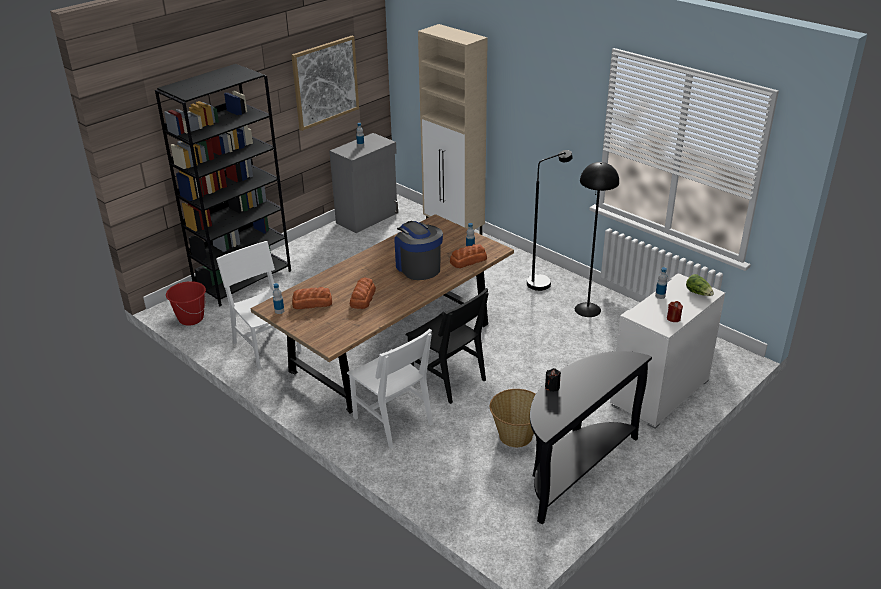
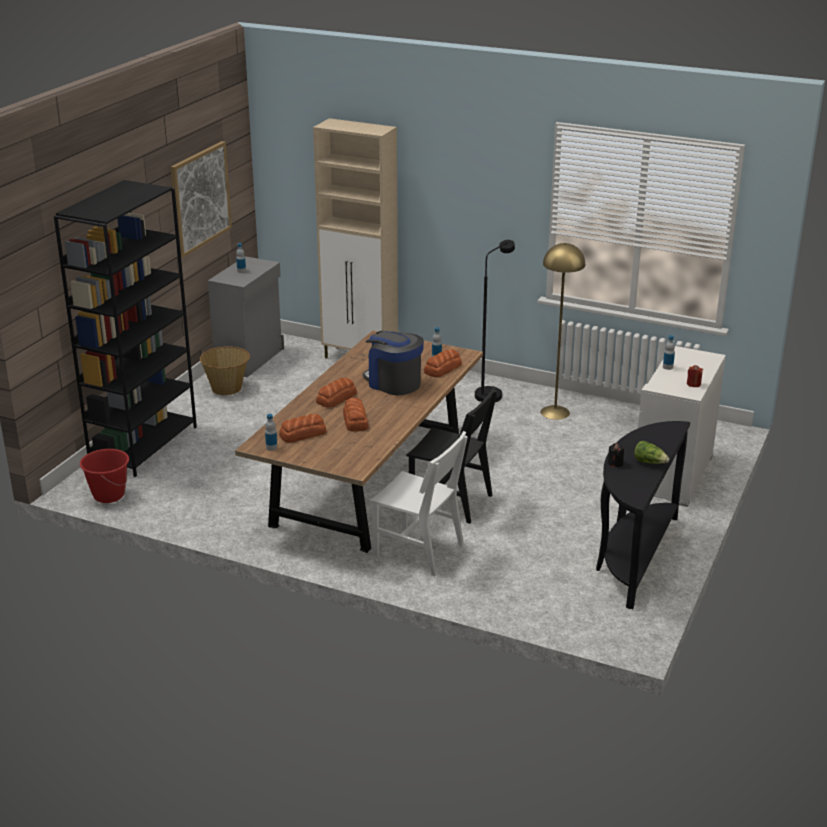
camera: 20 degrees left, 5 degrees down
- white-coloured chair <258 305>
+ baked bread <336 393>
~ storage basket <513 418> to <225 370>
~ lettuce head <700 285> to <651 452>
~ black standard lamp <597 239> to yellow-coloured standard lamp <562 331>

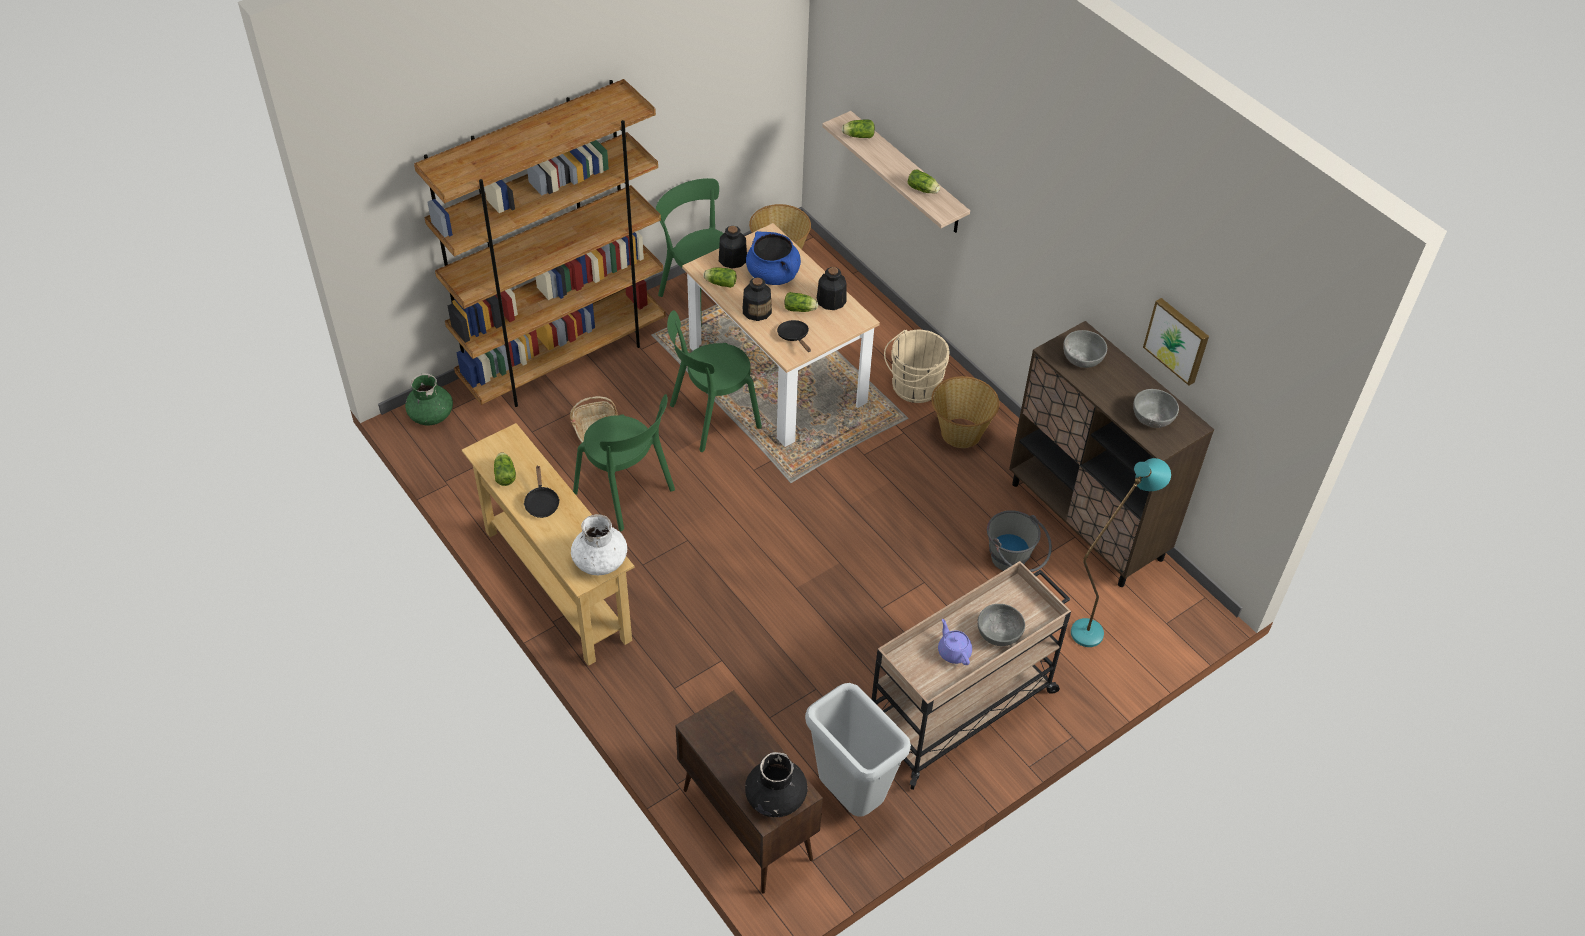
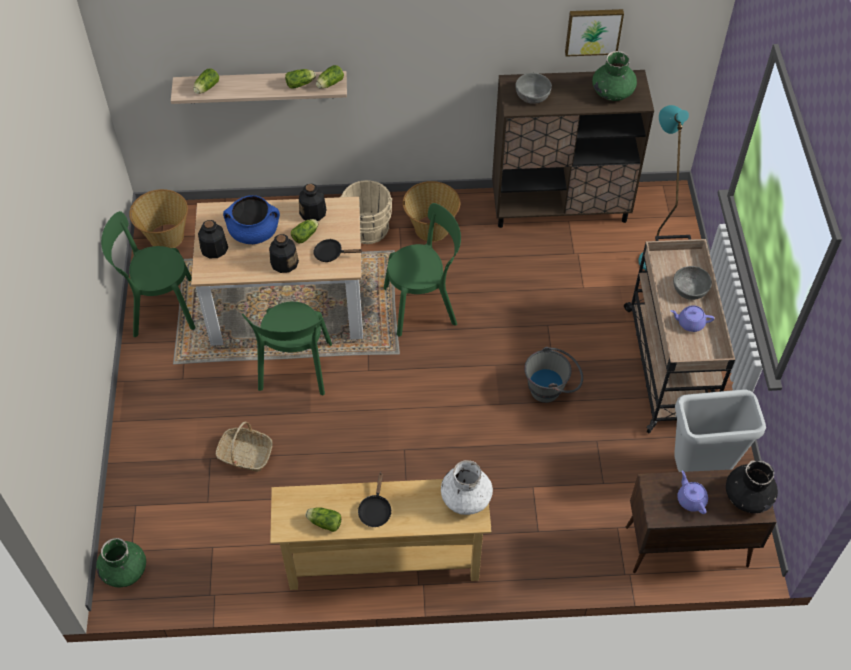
camera: 55 degrees left, 5 degrees up
- brown bookshelf <540 243>
+ purplish pot for tea <692 492>
~ greenish chair <624 462> to <422 270>
~ lettuce head <720 277> to <330 77>
~ greyish pail <1019 541> to <553 375>
~ greyish bowl <1156 408> to greenish decorative vase <614 76>
~ black pan <542 491> = <375 500> 75 degrees clockwise

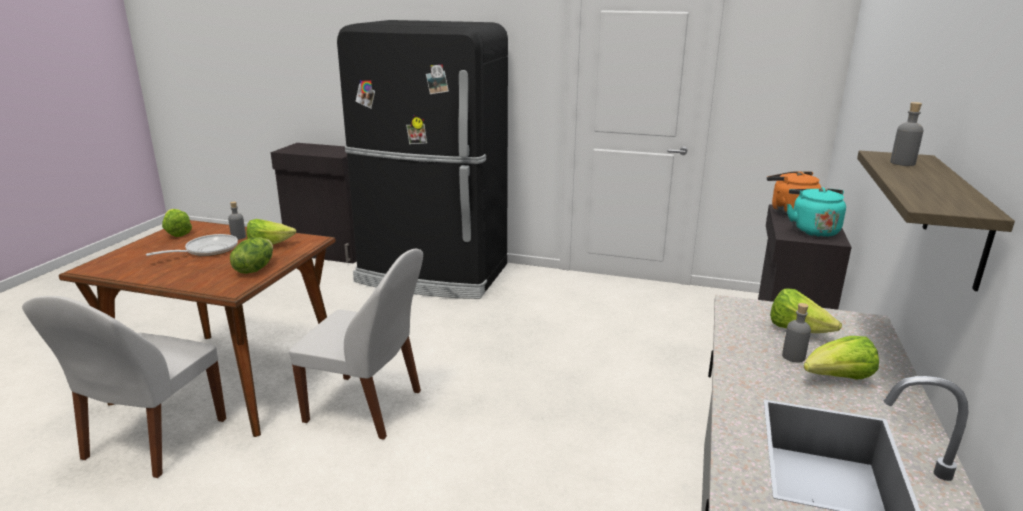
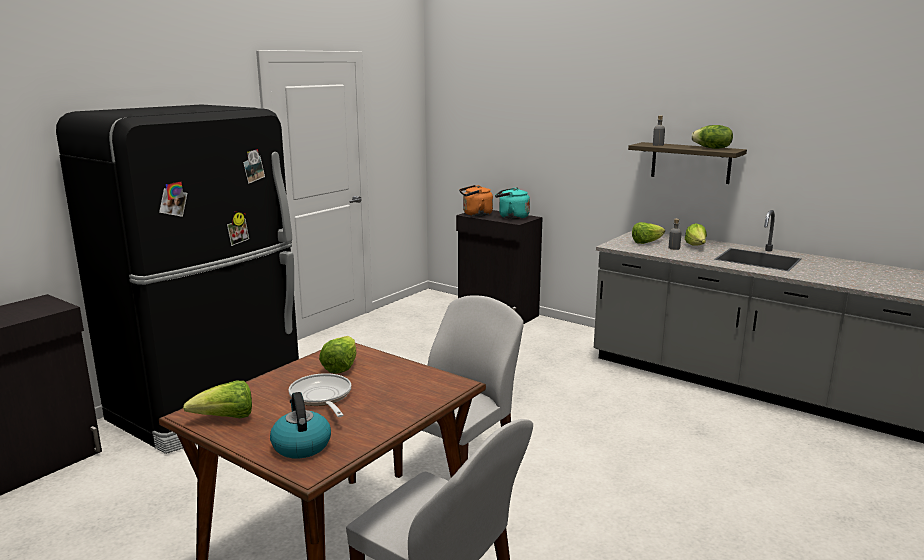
camera: 70 degrees left, 5 degrees down
- greyish beverage bottle <237 220>
+ water kettle <300 425>
~ lettuce head <251 255> to <712 137>

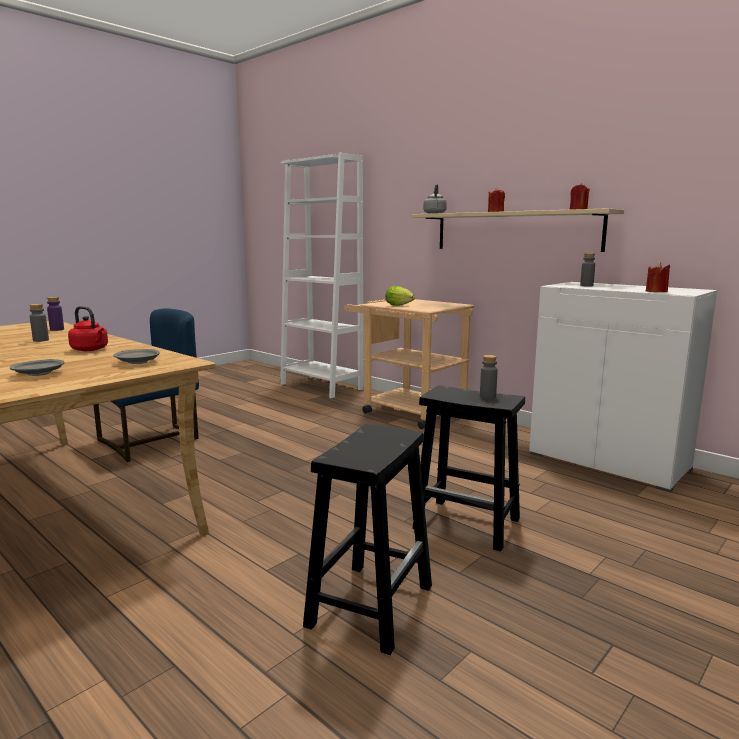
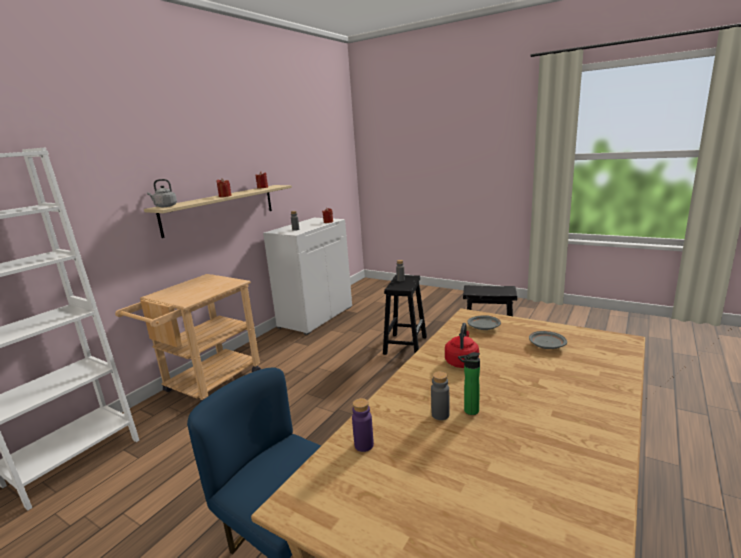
camera: 100 degrees left, 5 degrees up
- lettuce head <400 296>
+ beverage bottle <469 383>

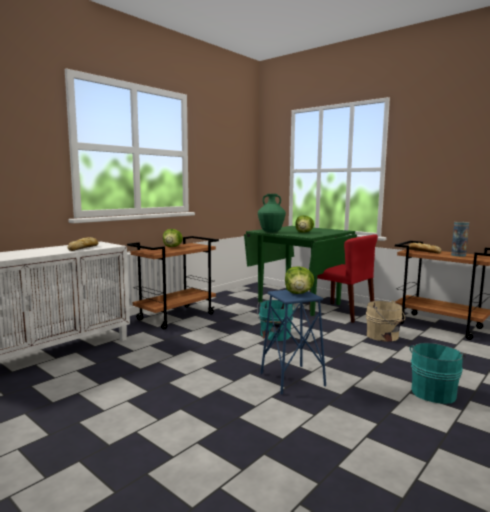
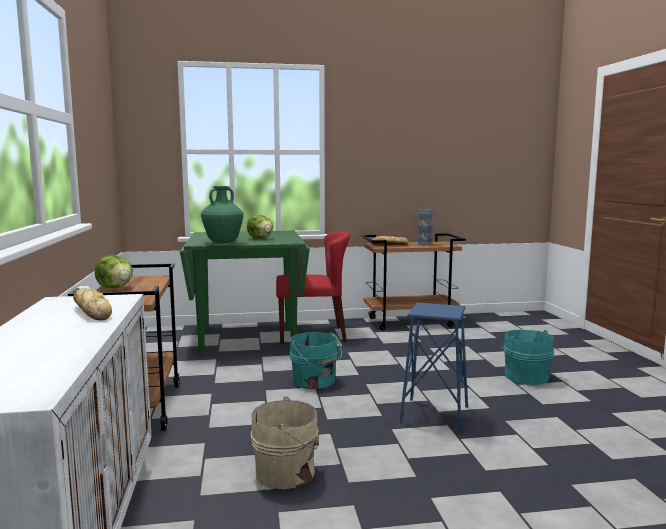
camera: 50 degrees left, 0 degrees up
- lettuce head <299 280>
~ sand-coloured pail <385 321> to <285 443>

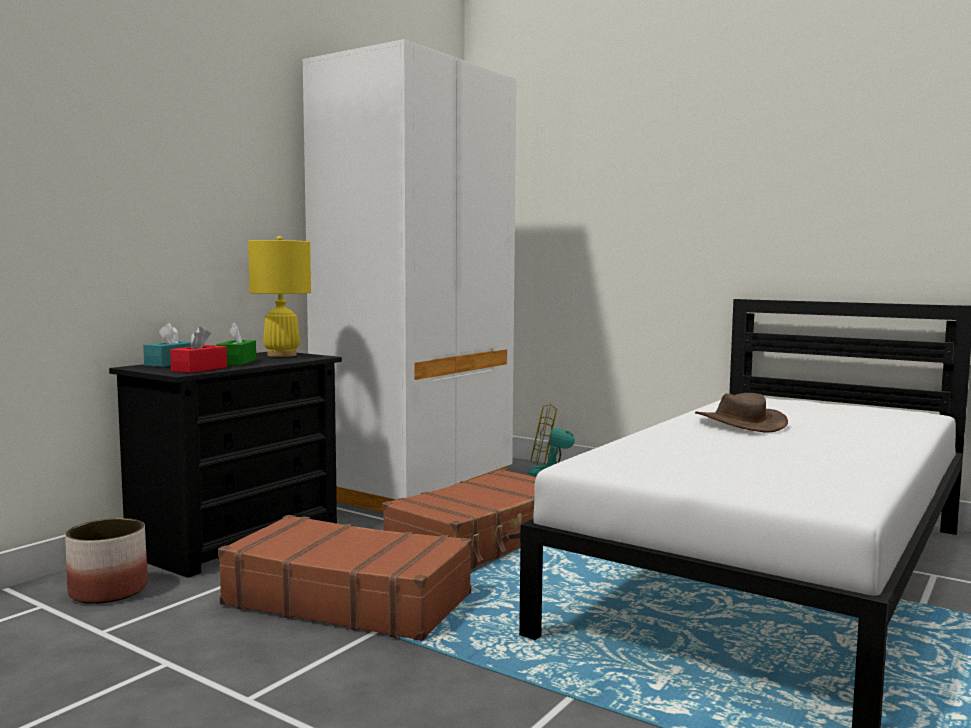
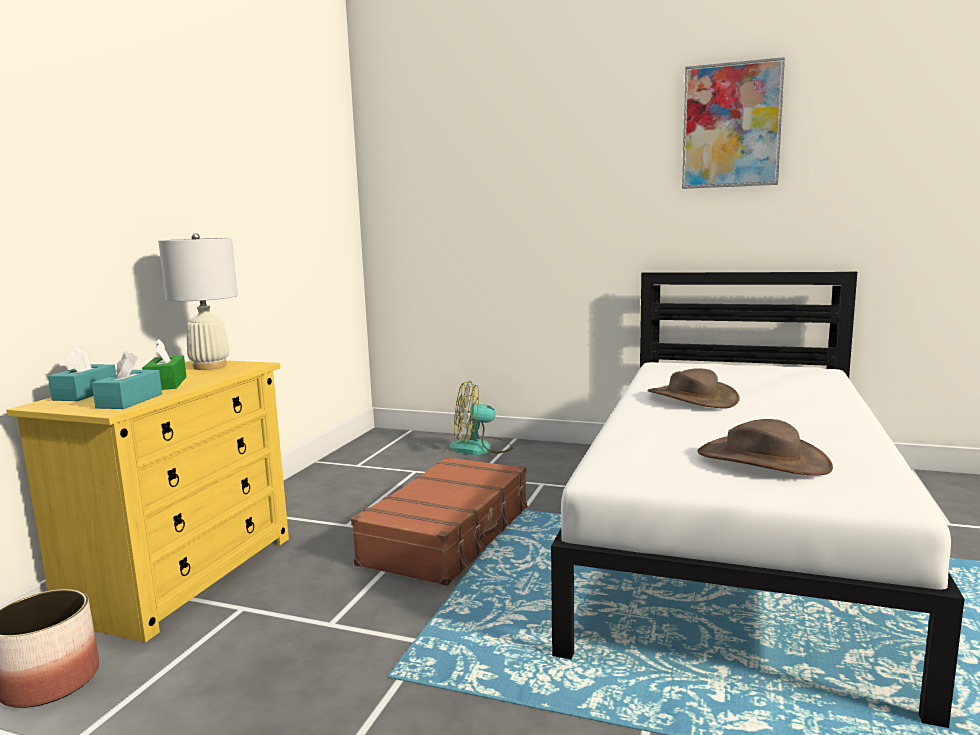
camera: 15 degrees left, 5 degrees up
- brown piece of luggage <345 578>
- white-coloured armoire <410 275>
+ picture <733 123>
+ brown hat <765 447>
~ black chest of drawers <225 465> to yellow-coloured chest of drawers <147 501>
~ red-coloured box of tissues <198 350> to turquoise box of tissues <127 380>
~ yellow-coloured table lamp <279 296> to white-coloured table lamp <198 301>

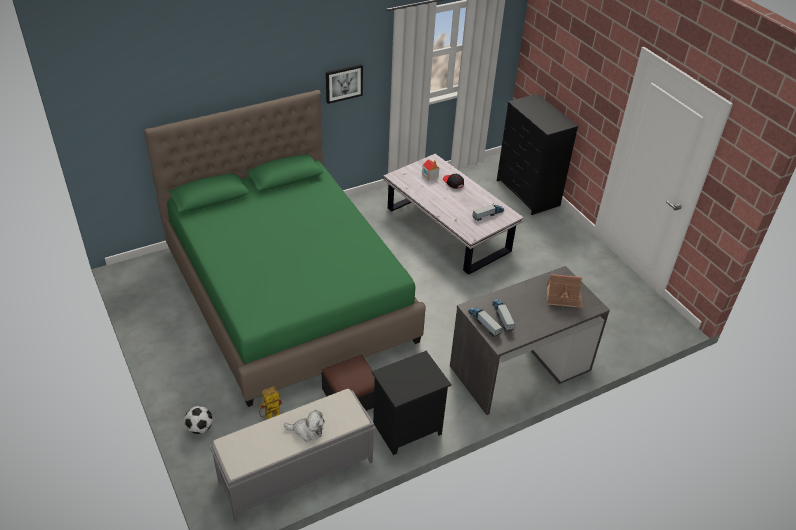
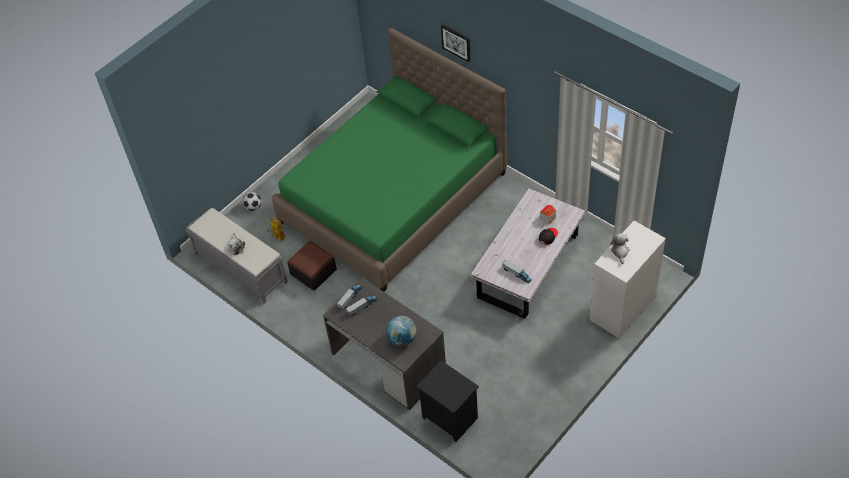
camera: 75 degrees right, 10 degrees up
+ soft toy <620 248>
~ picture <344 84> to <455 43>
~ black bedside table <411 403> to <447 401>
~ toy house <565 291> to globe <401 331>
~ black chest of drawers <537 154> to white-coloured chest of drawers <628 280>

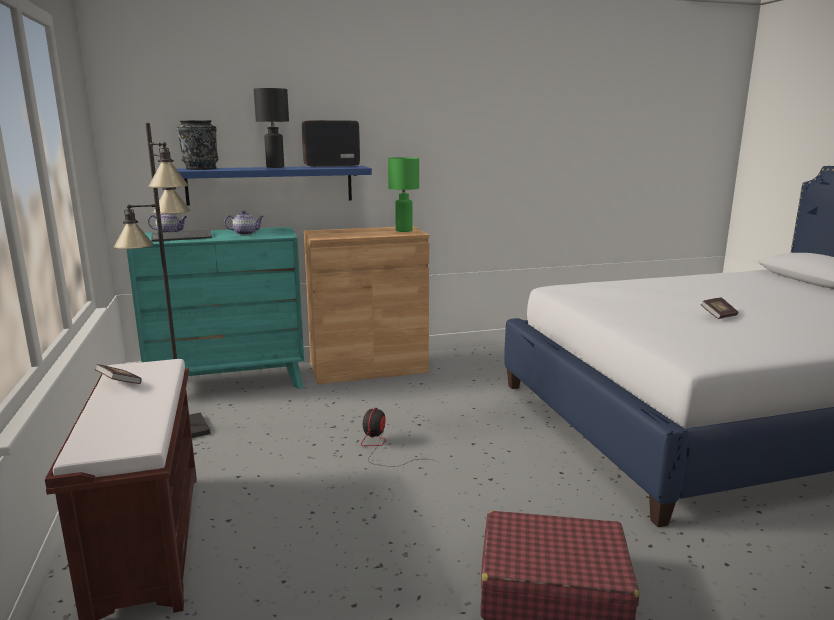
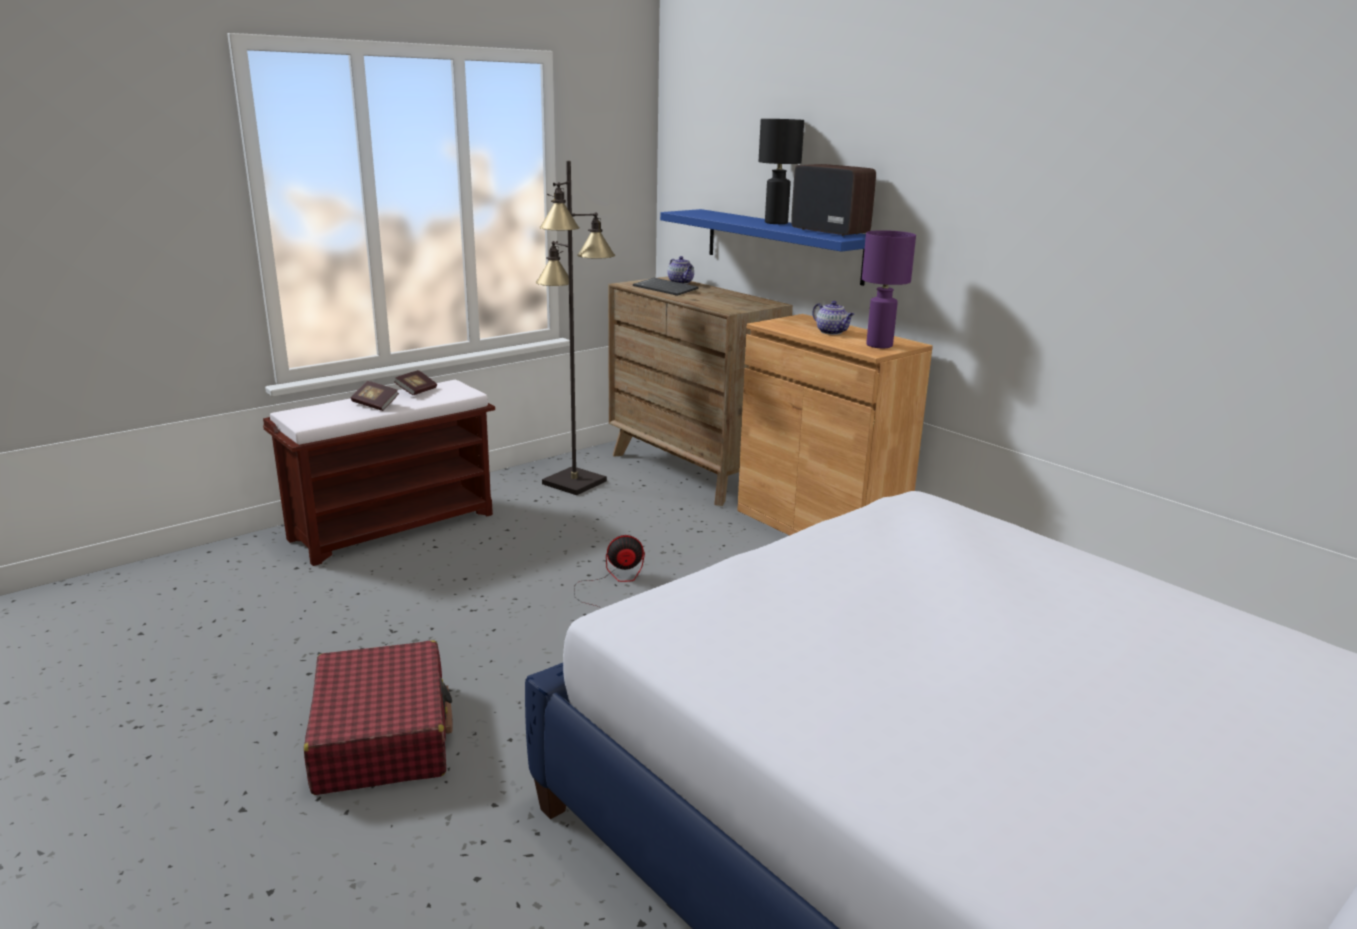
camera: 65 degrees right, 5 degrees up
- black decorative vase <197 145>
~ pot for tea <244 223> to <833 318>
~ bound book <719 308> to <375 396>
~ turquoise chest of drawers <215 308> to brown chest of drawers <700 391>
~ greenish table lamp <403 194> to purplish table lamp <889 289>

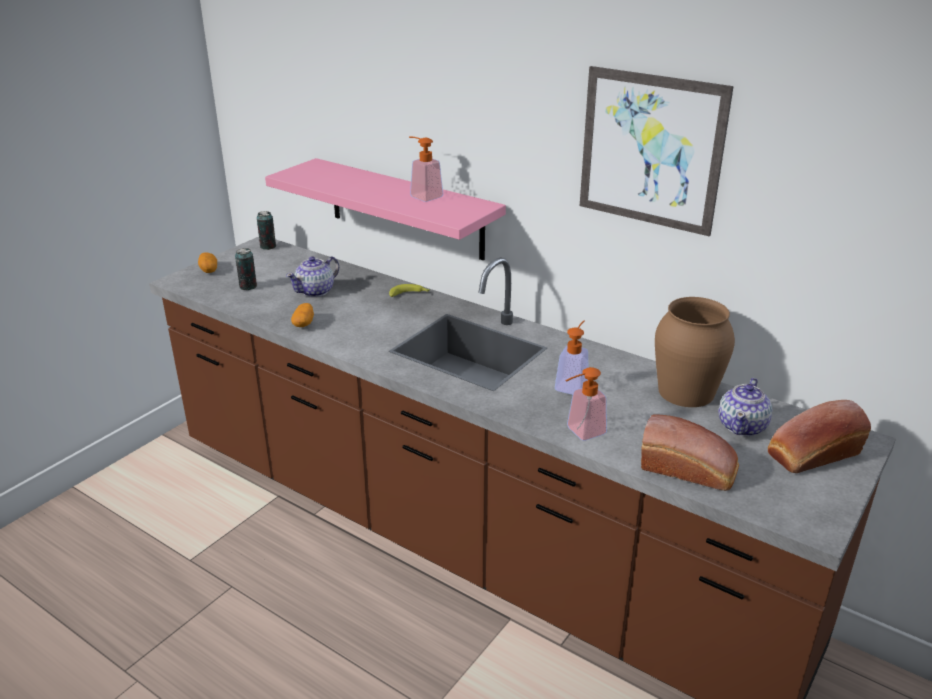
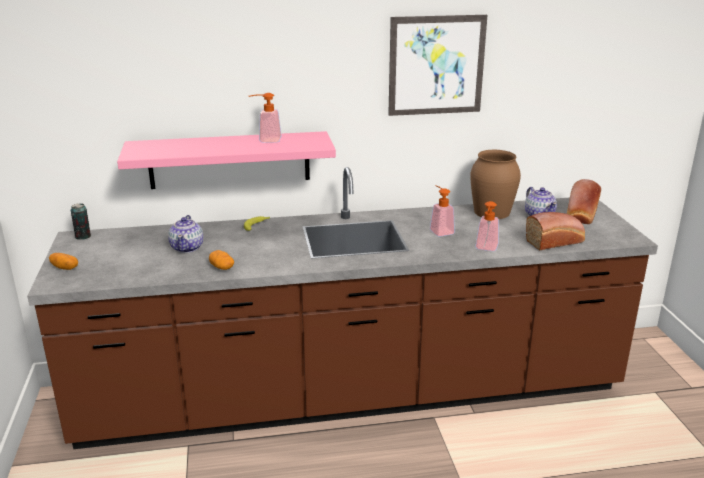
camera: 45 degrees left, 5 degrees down
- sealed can <246 269>

